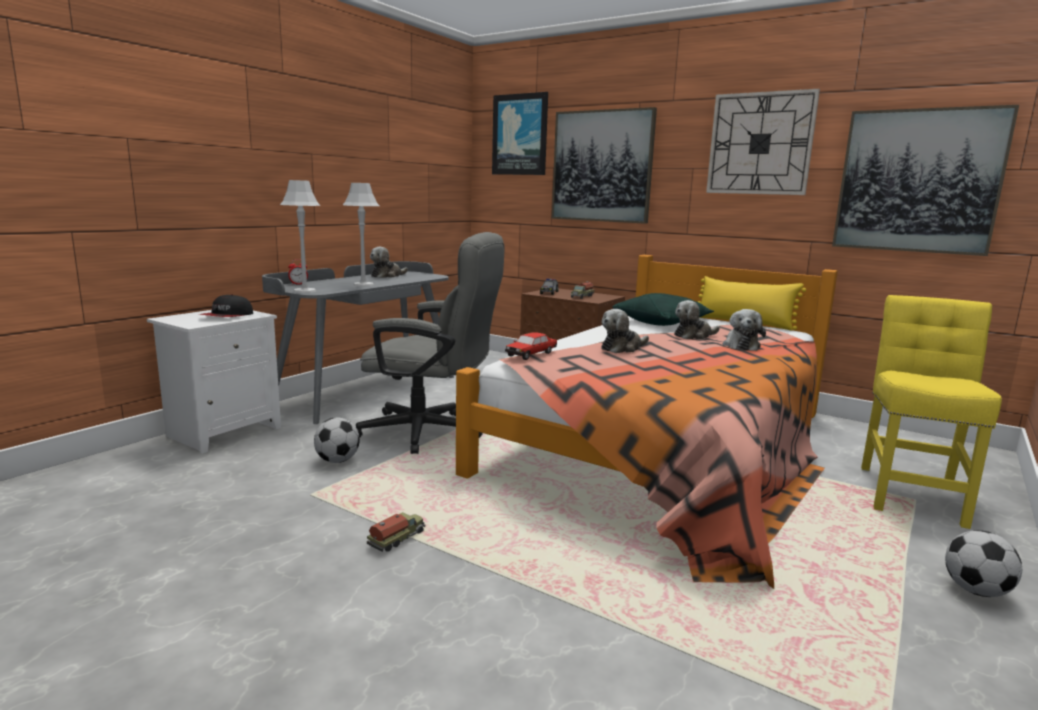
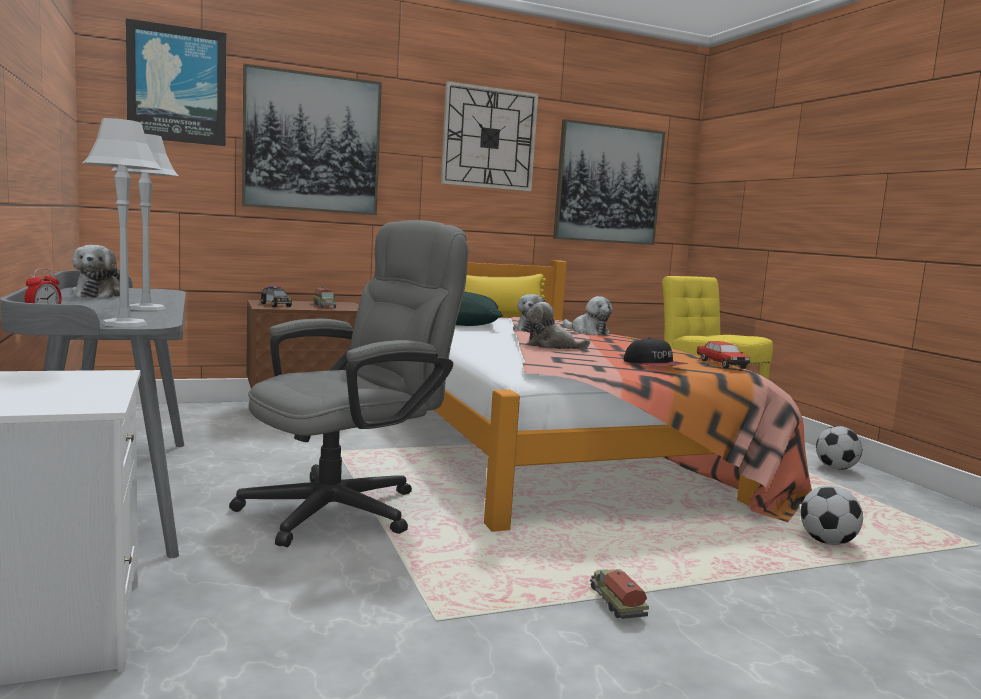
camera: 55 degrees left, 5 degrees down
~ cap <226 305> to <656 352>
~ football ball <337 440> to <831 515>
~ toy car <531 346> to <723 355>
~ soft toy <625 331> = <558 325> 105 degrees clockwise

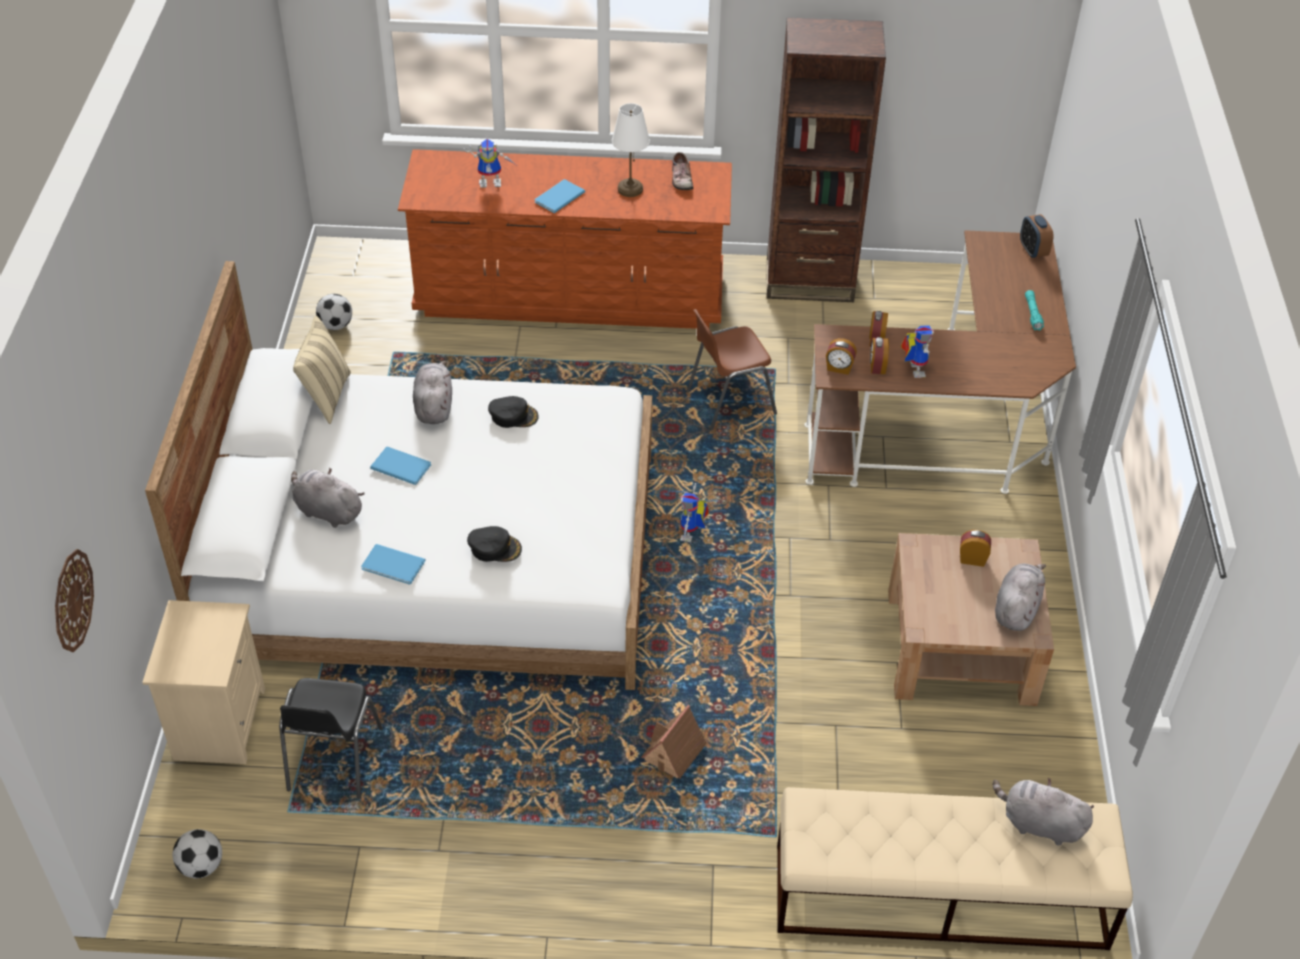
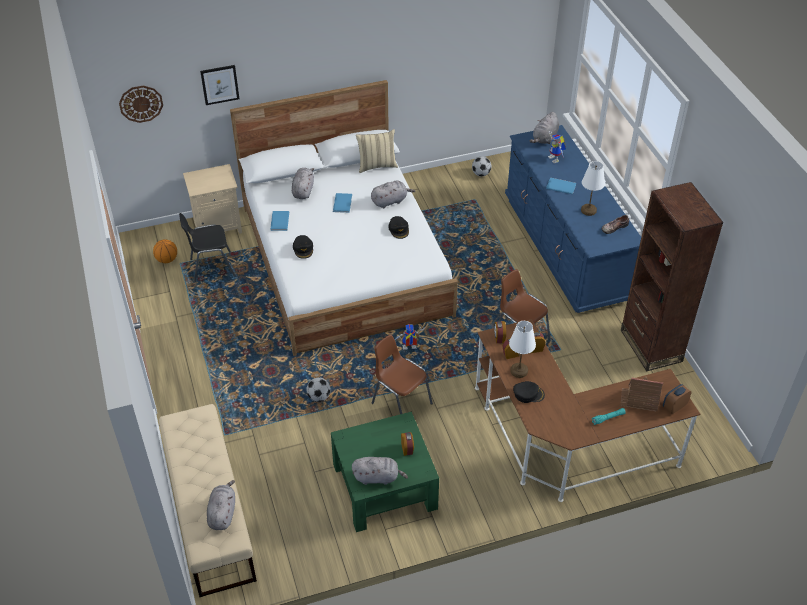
camera: 70 degrees right, 0 degrees up
+ basketball ball <165 251>
+ picture <219 85>
+ brown chair <402 374>
+ black cap <529 392>
+ greyish soft toy <544 128>
~ football ball <197 853> to <318 389>
~ toy house <674 742> to <642 394>
~ toy robot <917 351> to white-coloured table lamp <522 349>
~ brown chest of drawers <565 239> to bluish chest of drawers <573 219>
~ brown coffee table <971 619> to greenish coffee table <385 472>

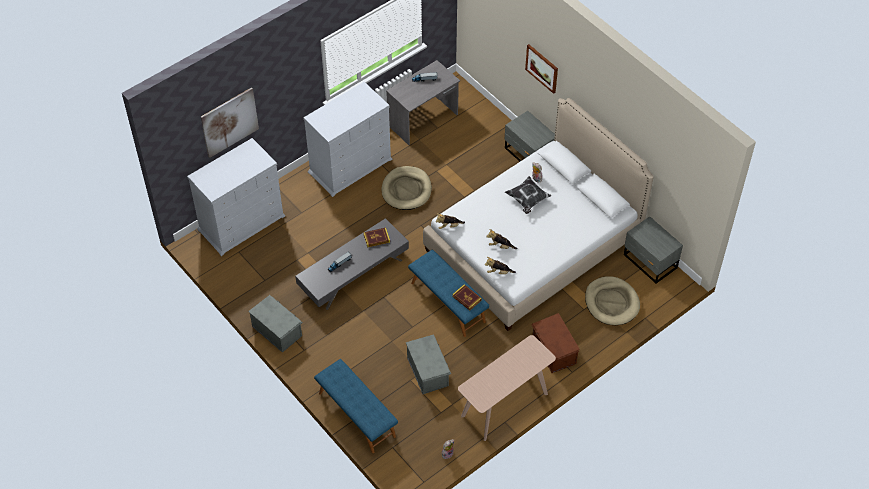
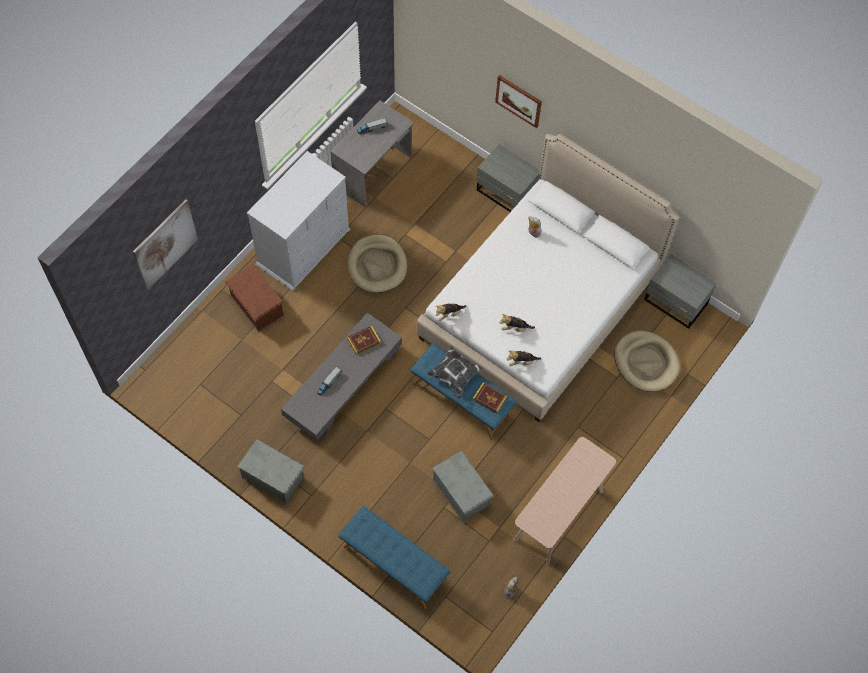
camera: 15 degrees left, 10 degrees up
- white-coloured chest of drawers <236 197>
~ cushion <528 195> to <455 372>
~ brown storage box <555 343> to <254 297>

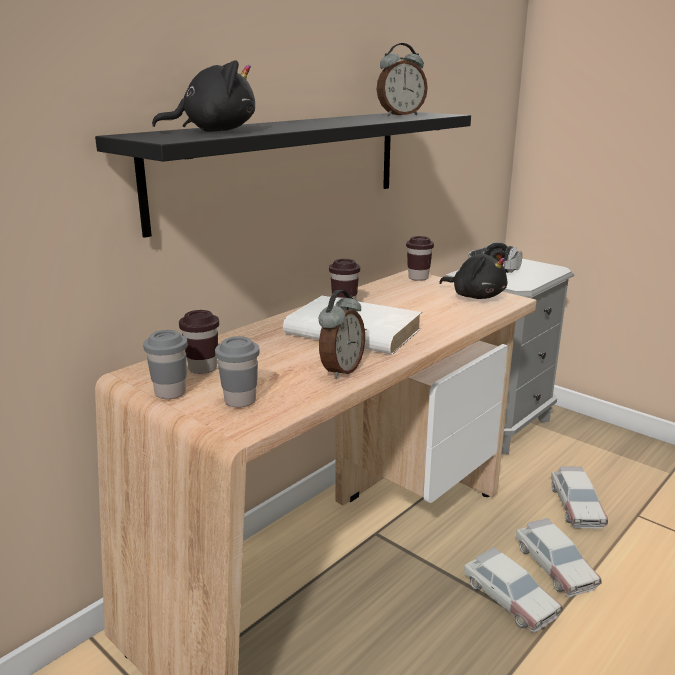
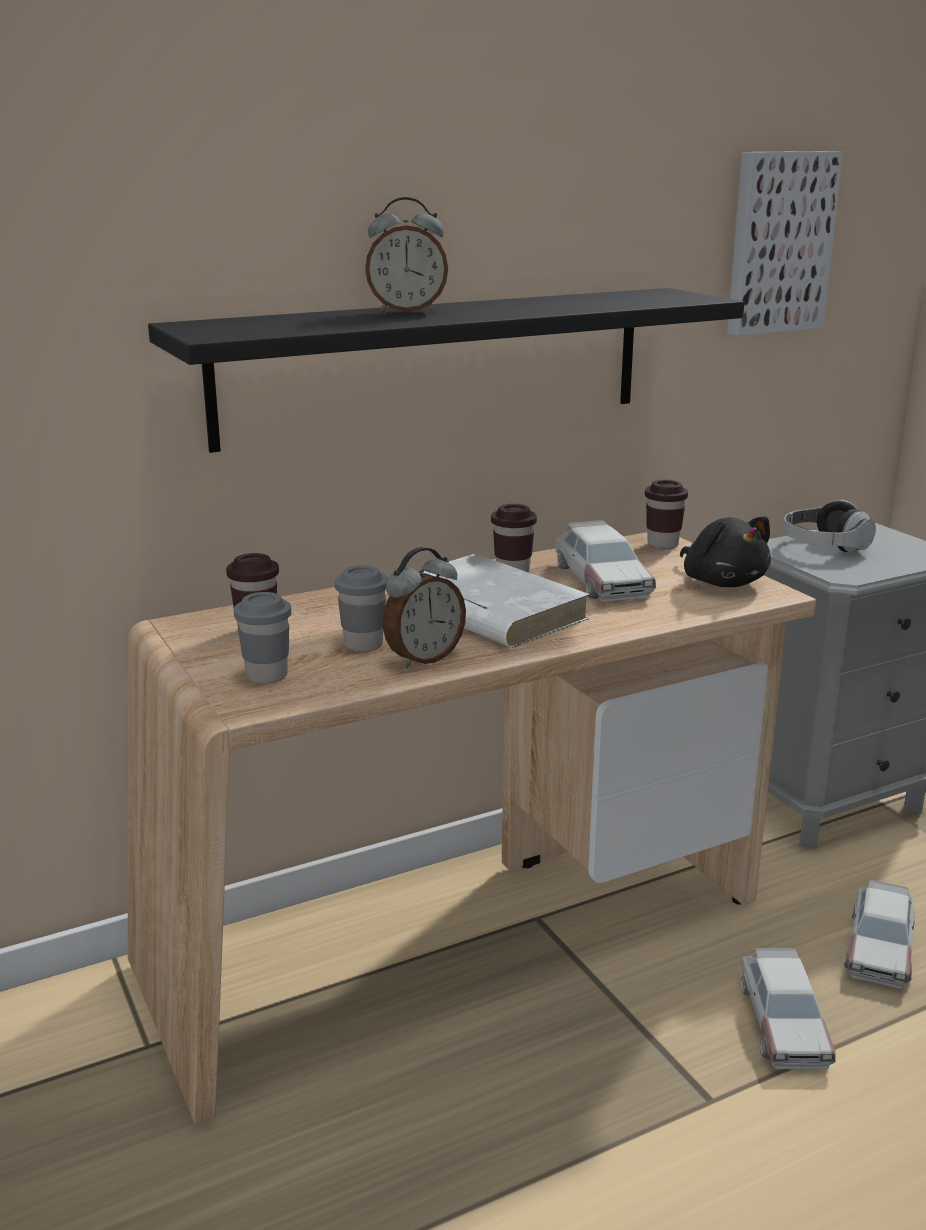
camera: 20 degrees right, 0 degrees up
- black soft toy <203 96>
+ picture <785 243>
~ greyish small cup <165 364> to <361 608>
~ alarm clock <402 79> to <406 255>
~ toy car <513 589> to <605 561>

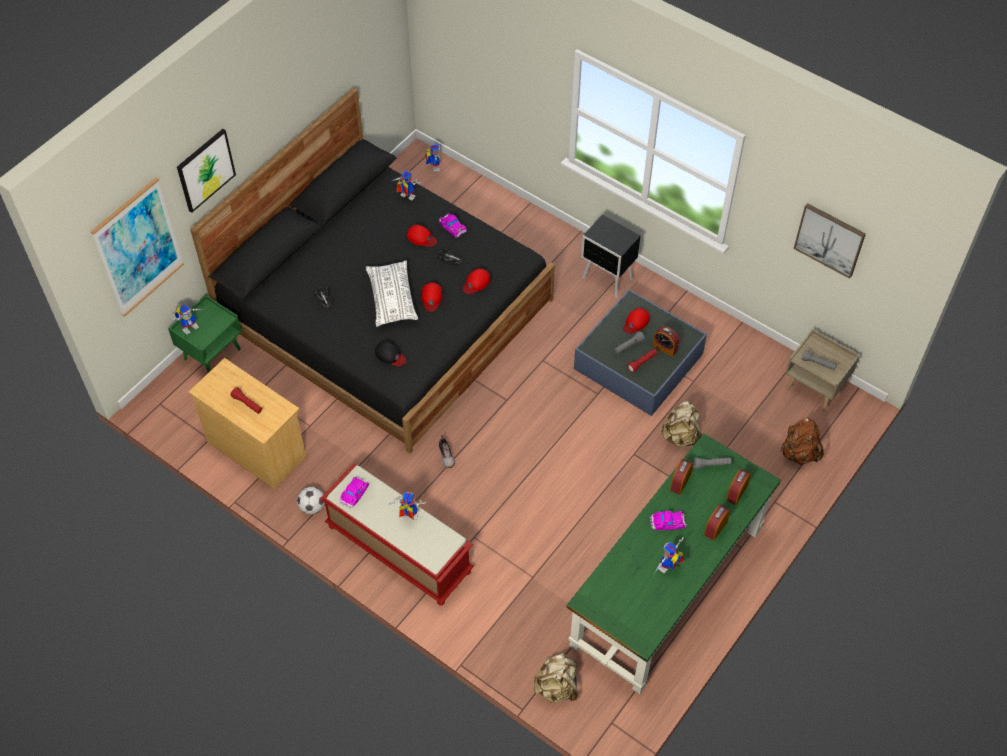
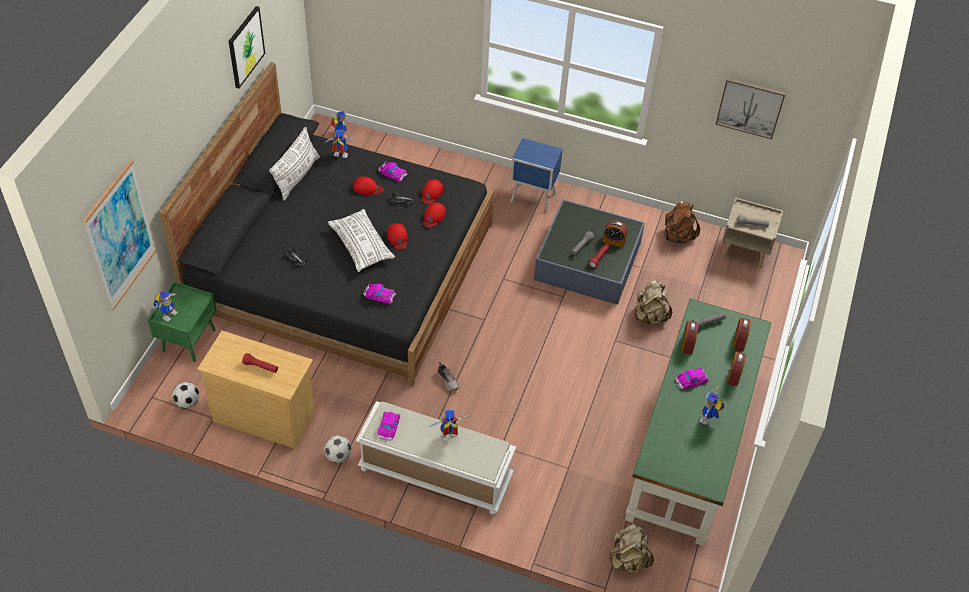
camera: 20 degrees left, 5 degrees down
+ football ball <185 395>
+ white-coloured cushion <294 164>
~ picture <206 171> to <247 47>
~ red-coloured cap <636 321> to <432 191>
~ brown knapsack <802 441> to <682 222>
~ black cap <390 353> to toy car <379 294>
~ red-coloured long seat <397 534> to white-coloured long seat <436 458>
~ black bedside table <610 256> to bluish bedside table <536 175>

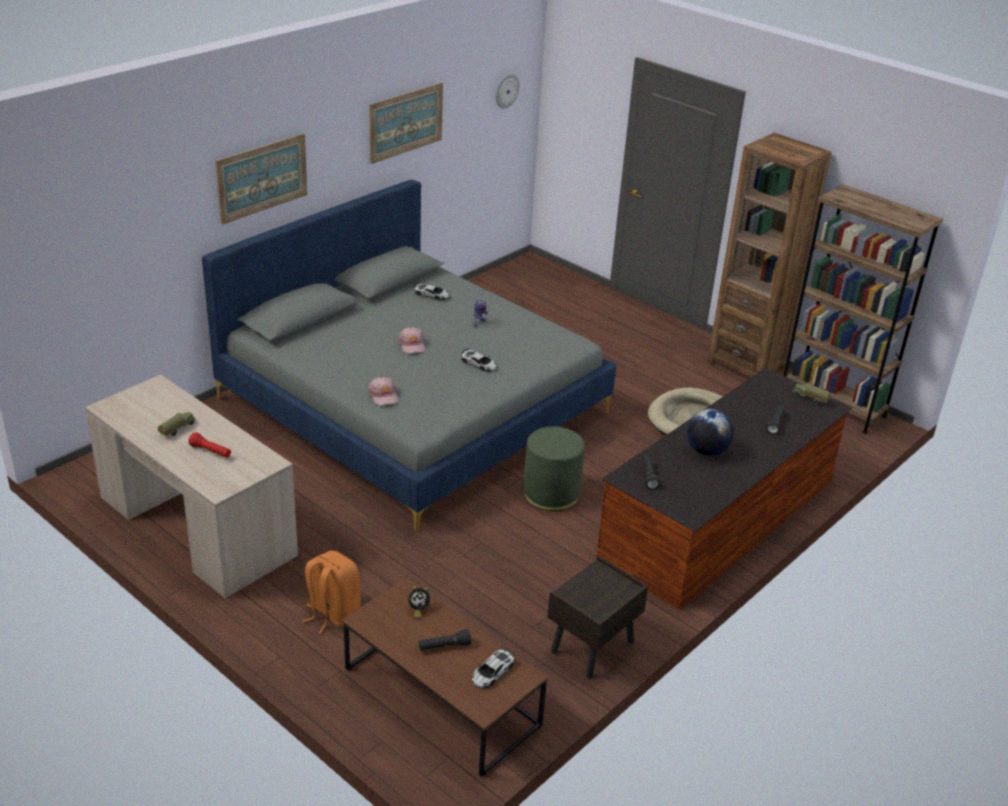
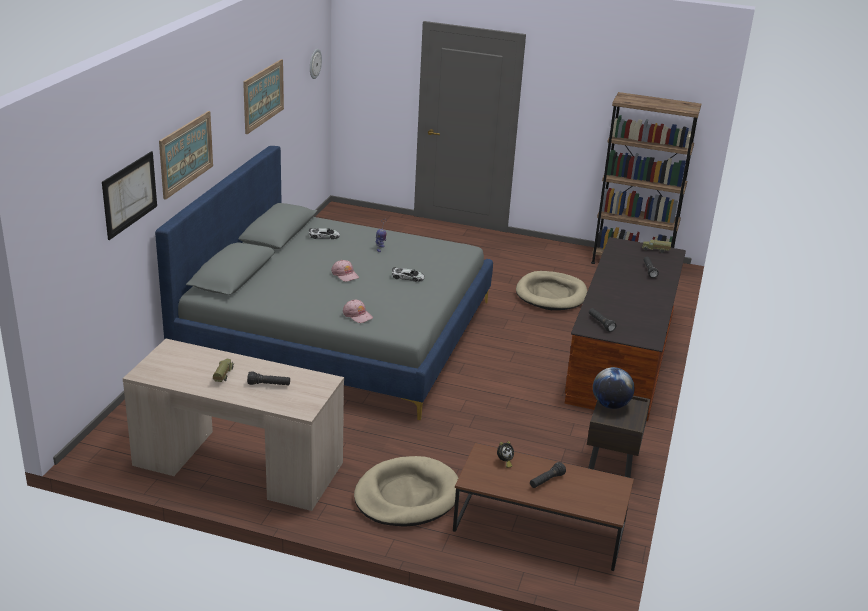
camera: 25 degrees left, 5 degrees down
- toy car <492 668>
- greenish footrest <554 469>
- brown bookshelf <769 255>
+ picture <129 195>
~ globe <710 432> to <613 388>
~ orange knapsack <331 592> to sand-coloured pet bed <407 491>
~ red-coloured flashlight <209 445> to black flashlight <268 378>

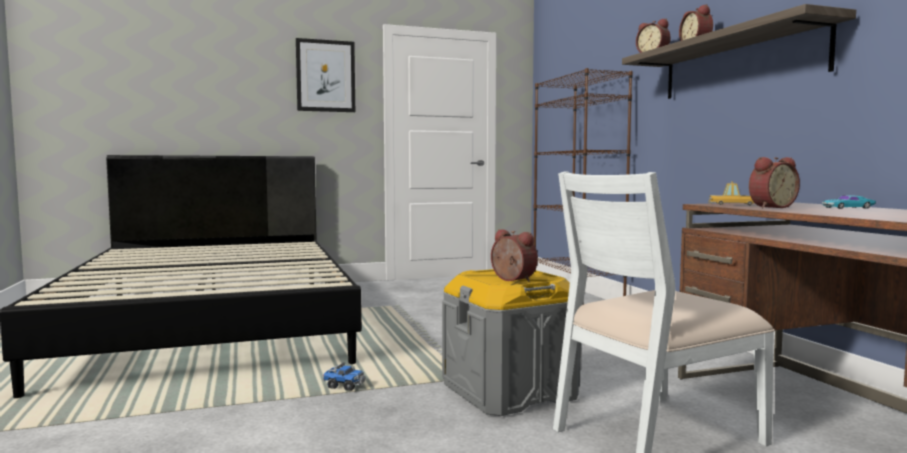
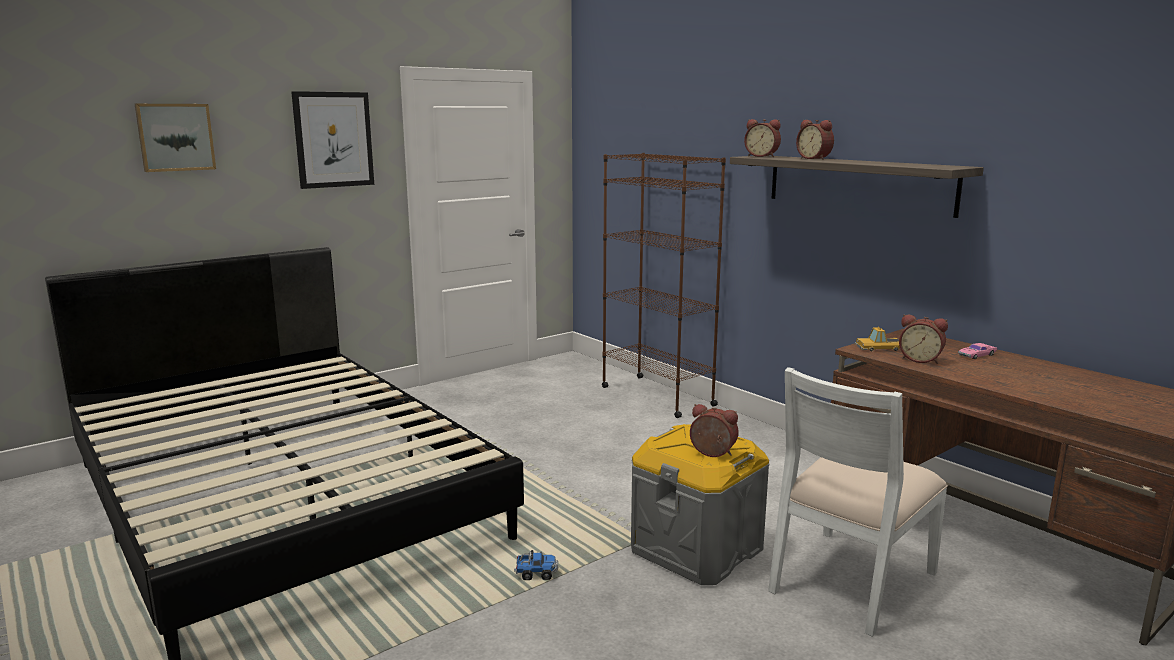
camera: 20 degrees left, 10 degrees up
+ picture <175 138>
~ turquoise toy car <849 202> to pink-coloured toy car <977 351>
~ alarm clock <774 182> = <923 339> 75 degrees clockwise

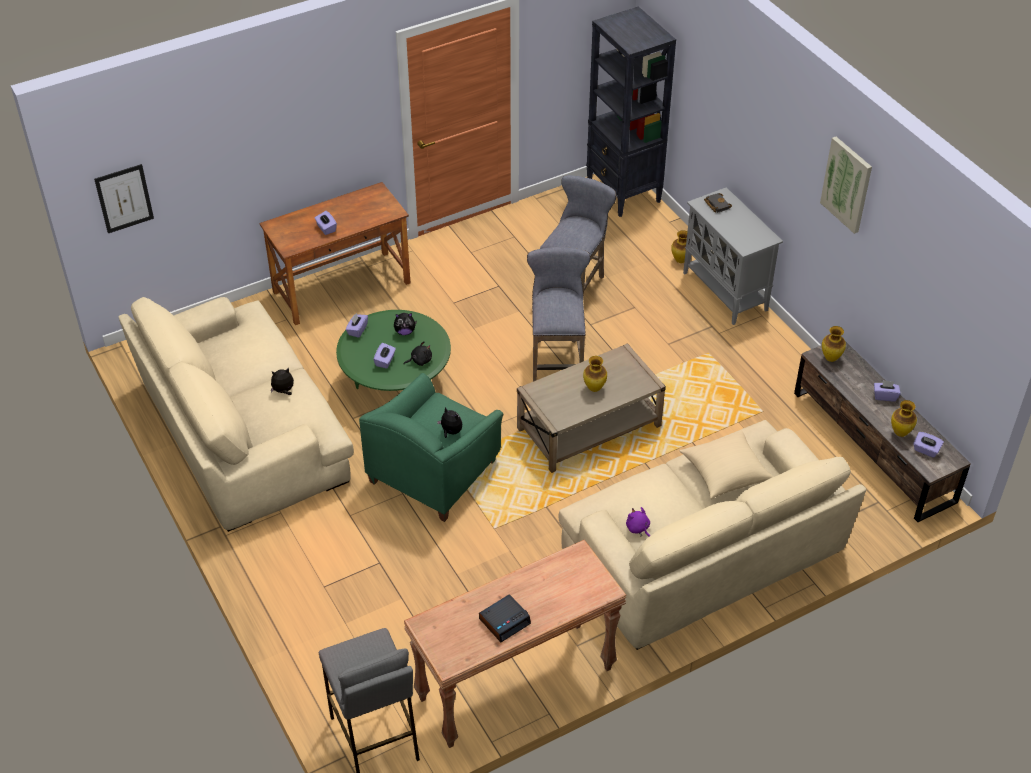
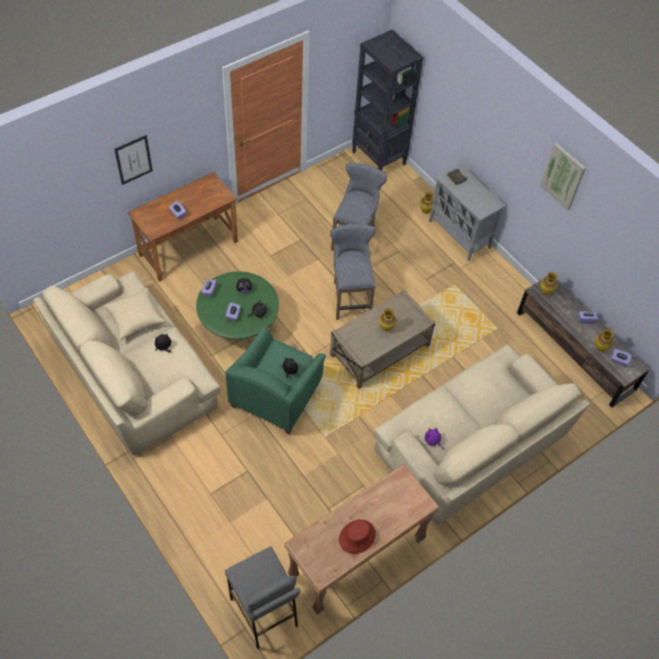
camera: 10 degrees left, 10 degrees up
~ picture <124 198> to <133 160>
~ sand-coloured cushion <726 465> to <134 314>
~ alarm clock <505 618> to red-coloured hat <357 537>

